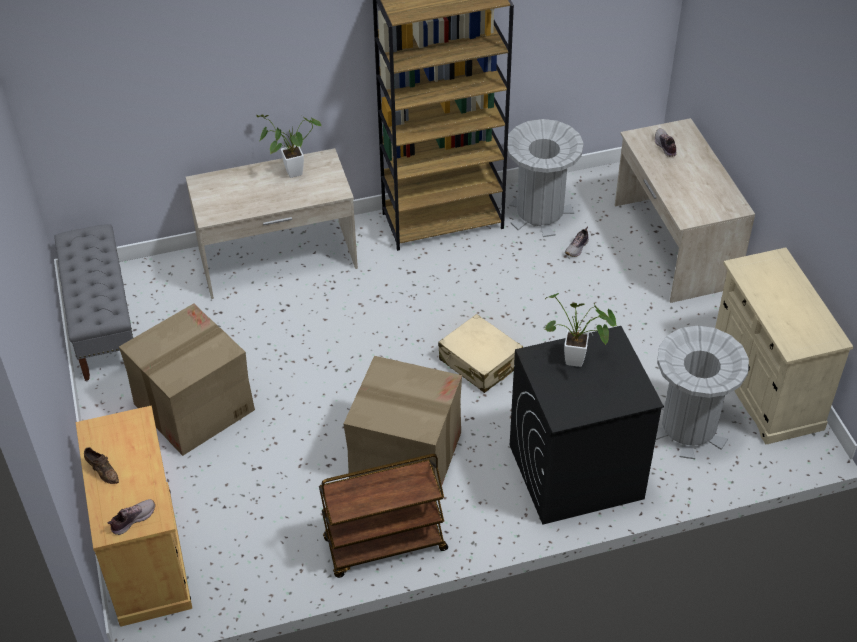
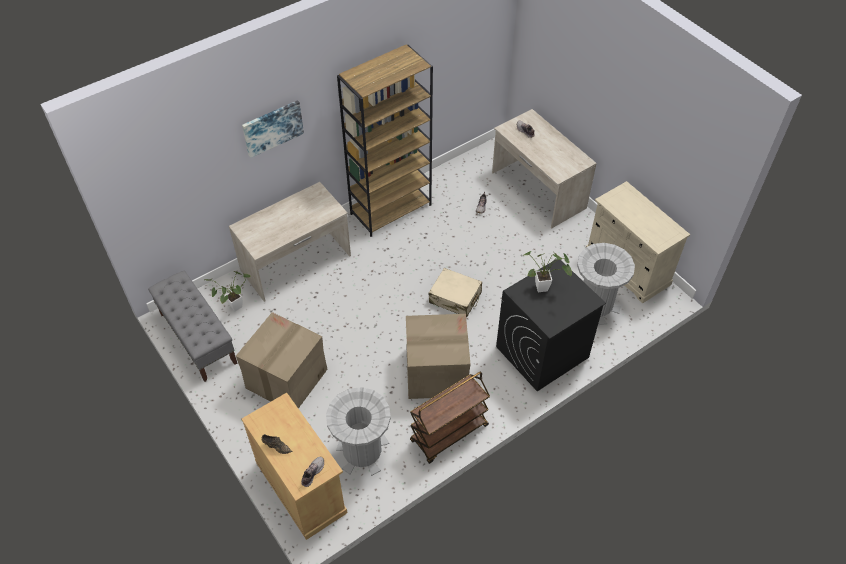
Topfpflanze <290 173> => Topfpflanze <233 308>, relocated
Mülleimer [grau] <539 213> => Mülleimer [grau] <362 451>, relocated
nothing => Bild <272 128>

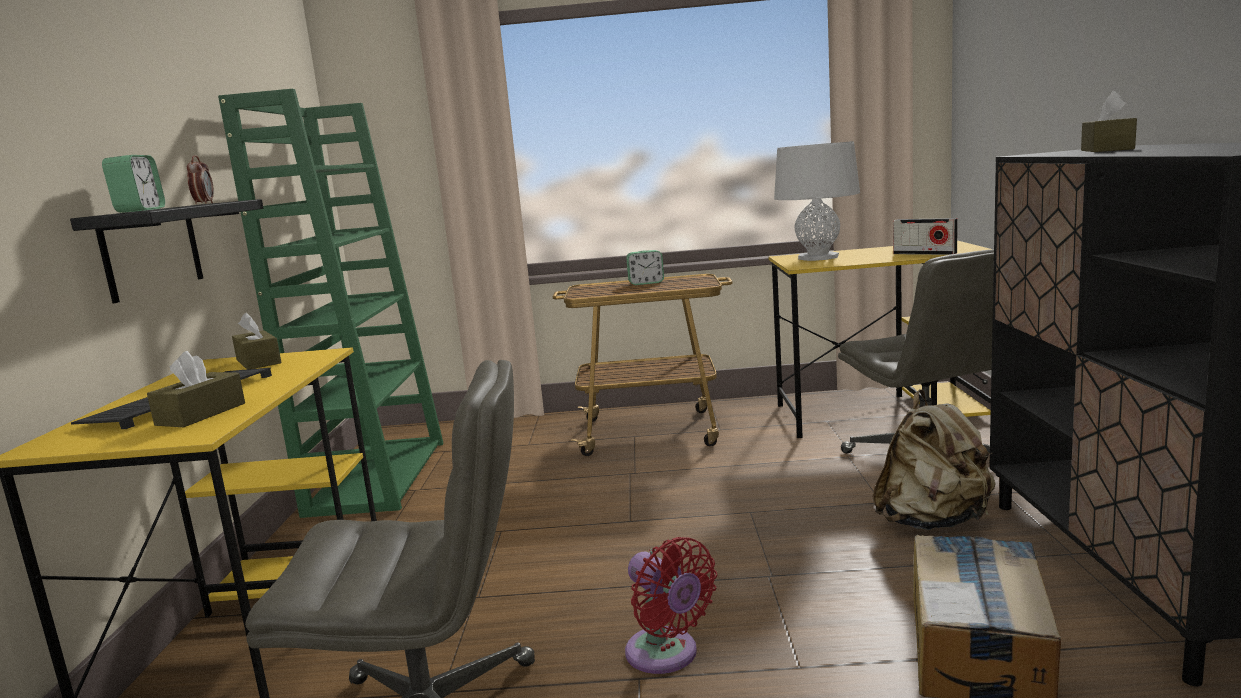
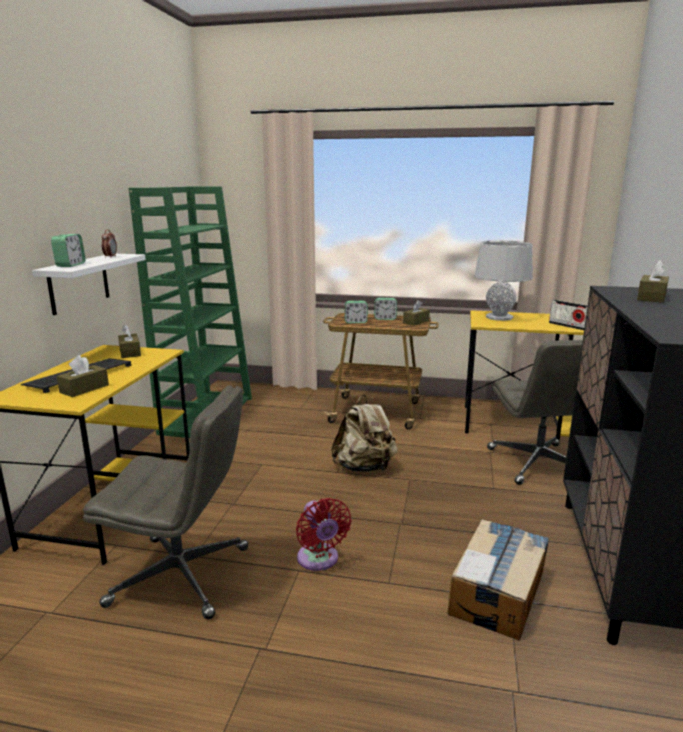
Wandregal [schwarz] <152 250> => Wandregal [weiß] <79 283>
Rucksack [beige] <932 522> => Rucksack [beige] <364 467>, relocated
nothing => Wecker <355 322>
nothing => Taschentuchbox [braun] <416 322>

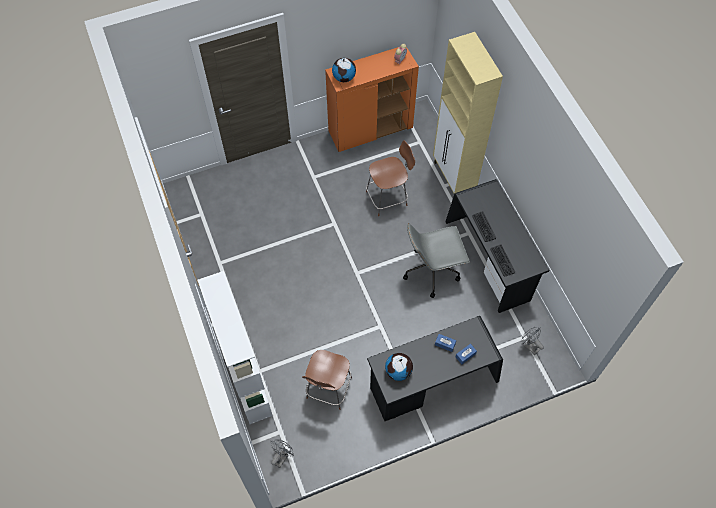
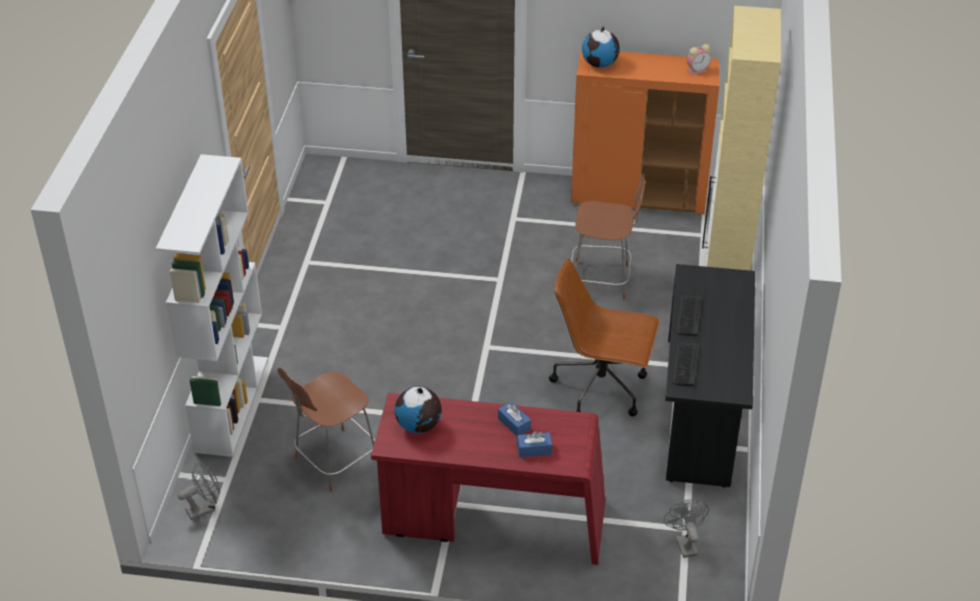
Schreibtisch [schwarz] <432 383> => Schreibtisch [rot] <492 522>
Bürostuhl [grau] <432 271> => Bürostuhl [braun] <601 389>

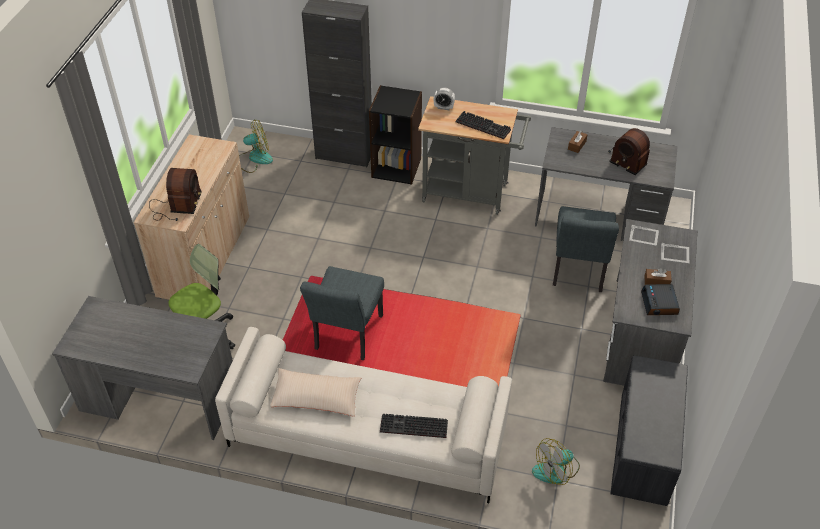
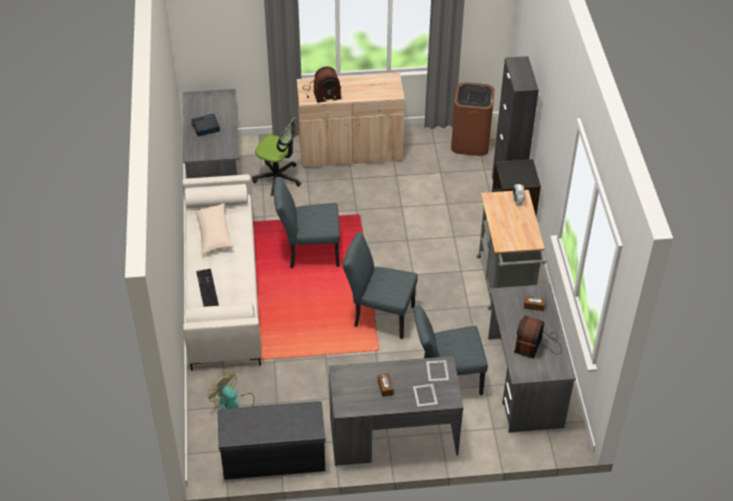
Ventilator <254 159> => Mülleimer [braun] <470 142>
Tastatur <484 126> => nothing
Wecker <659 303> => Wecker <205 128>, relocated
nothing => Stuhl [grau] <379 315>

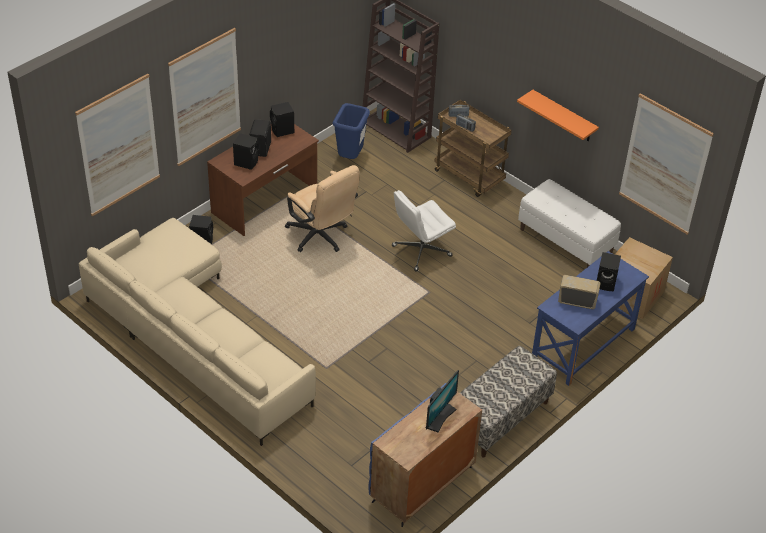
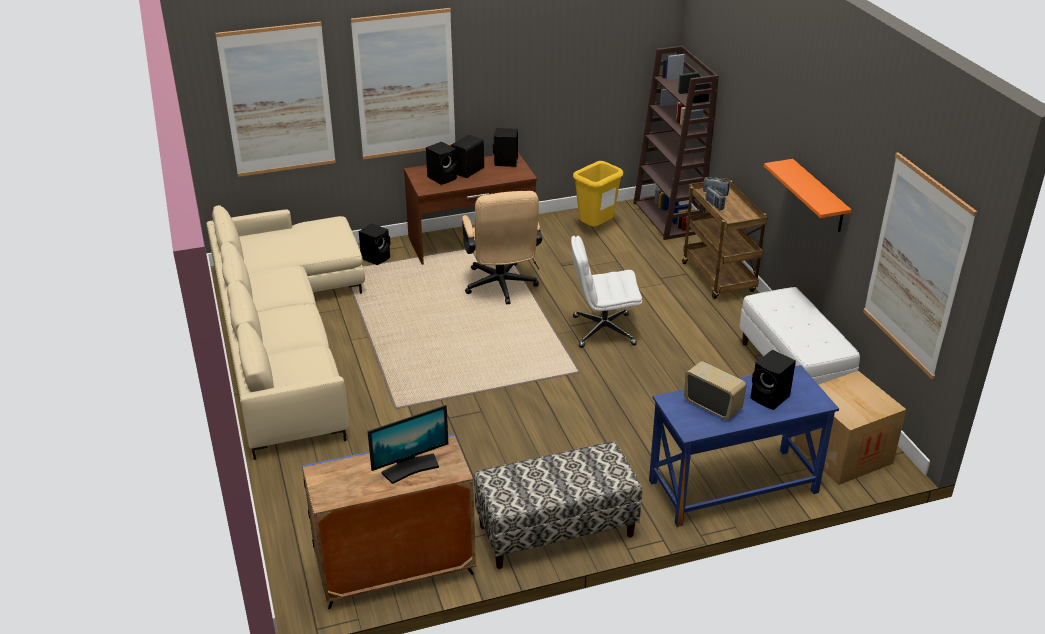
Mülleimer [blau] <350 158> => Mülleimer [gelb] <595 229>

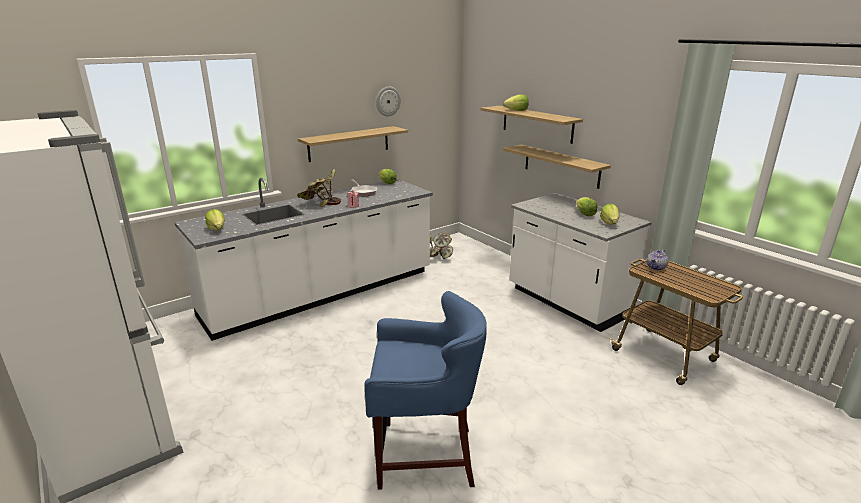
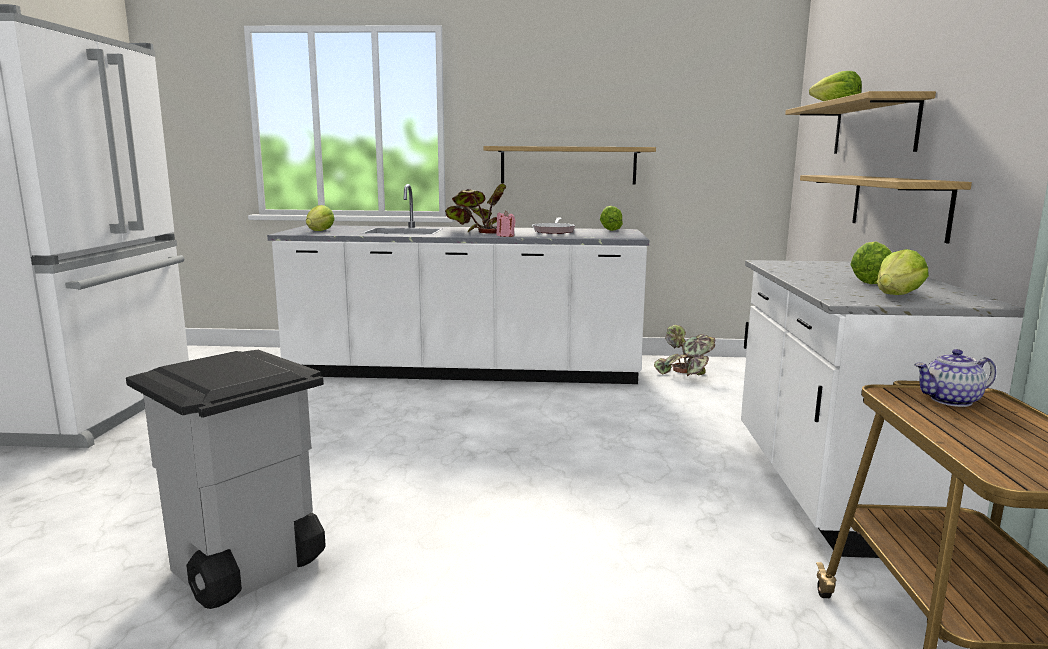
Hocker [blau] <424 455> => Mülleimer [grau] <245 569>
Wanduhr <387 101> => nothing

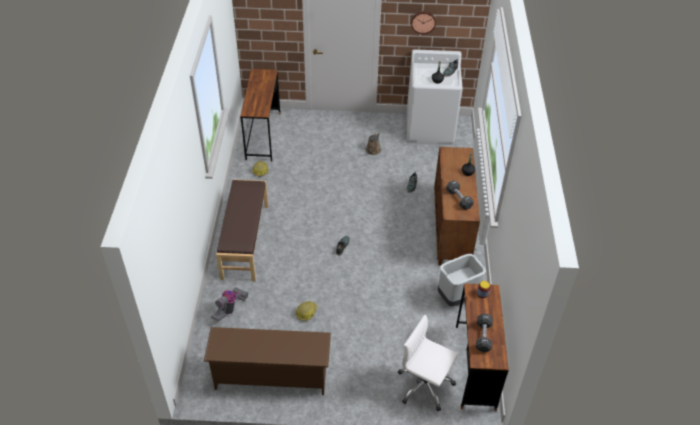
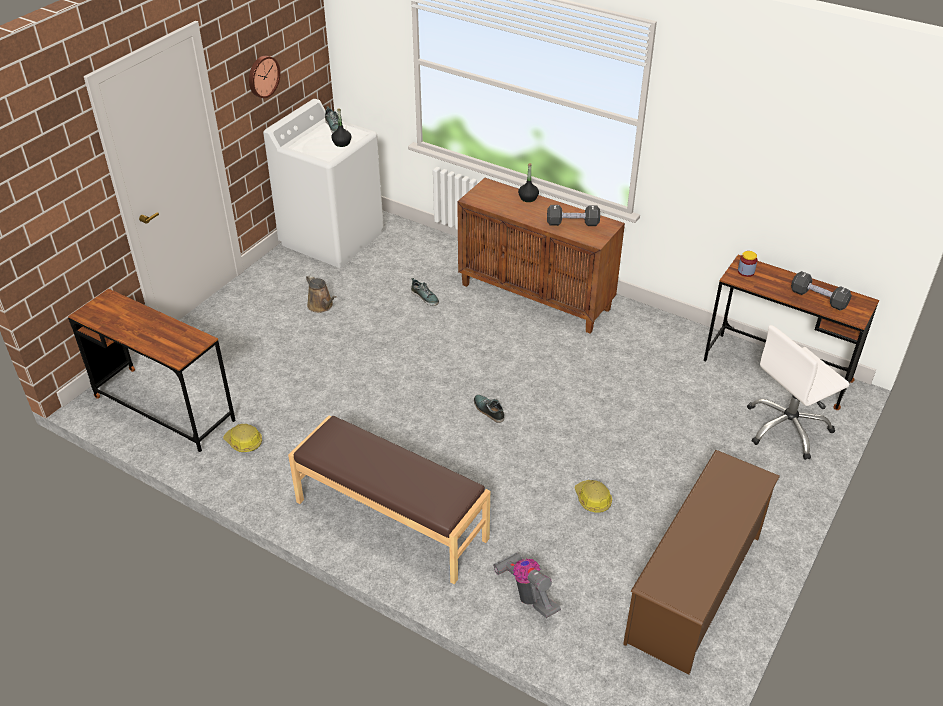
Mülleimer [grau] <457 297> => nothing

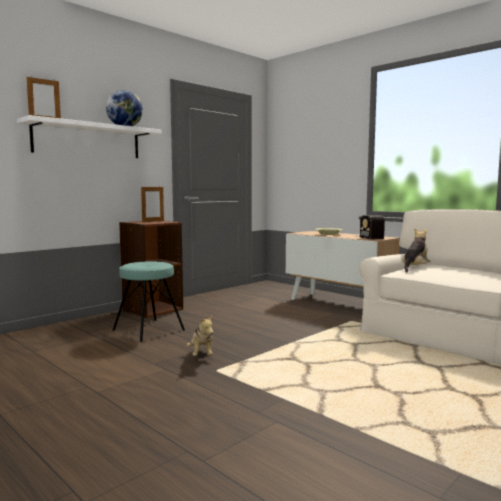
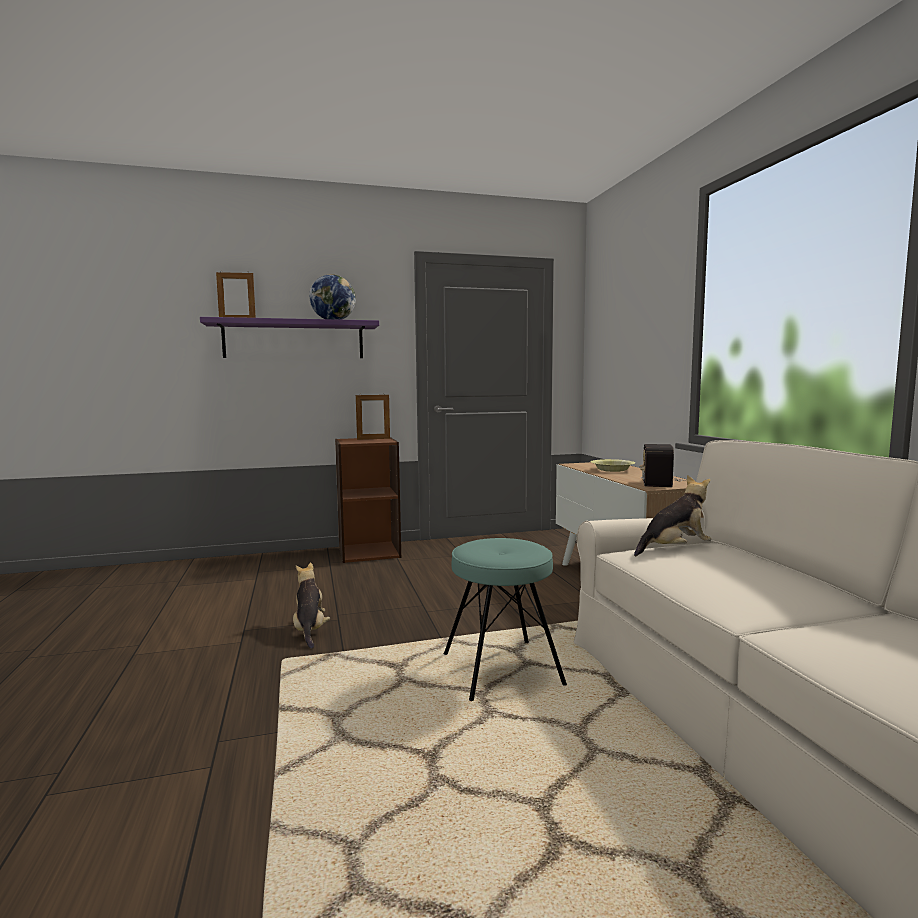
Wandregal [weiß] <88 140> => Wandregal [lila] <294 340>
Hocker [türkis] <148 330> => Hocker [türkis] <502 669>, relocated
Plüschtier <201 354> => Plüschtier <310 630>, 150 degrees clockwise

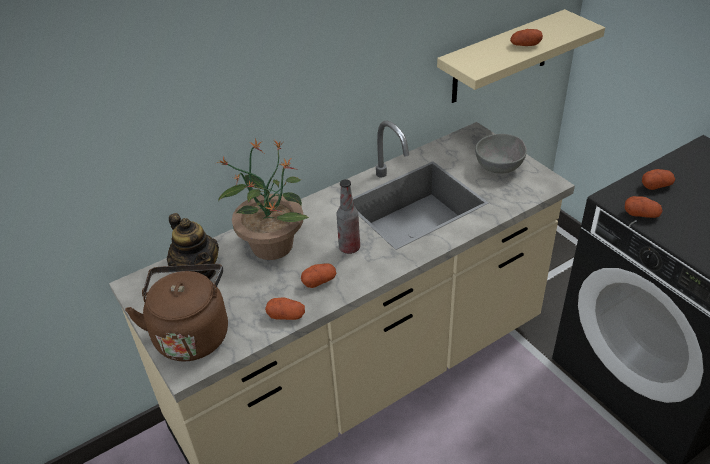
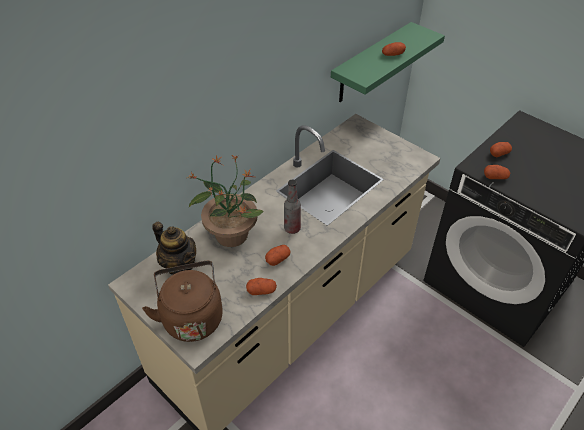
Wandregal [beige] <501 58> => Wandregal [grün] <371 63>
Schüssel [grau] <500 167> => nothing

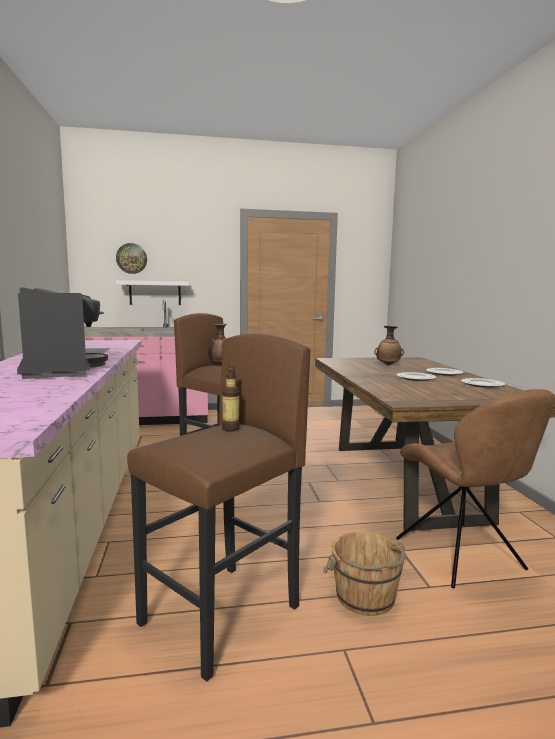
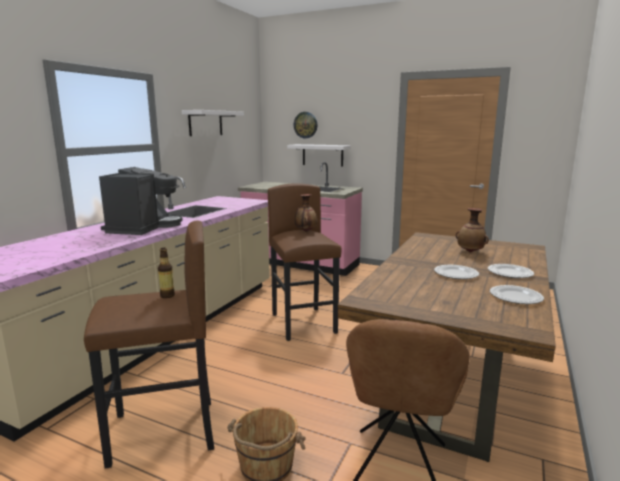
nothing => Wandregal [weiß] <205 123>

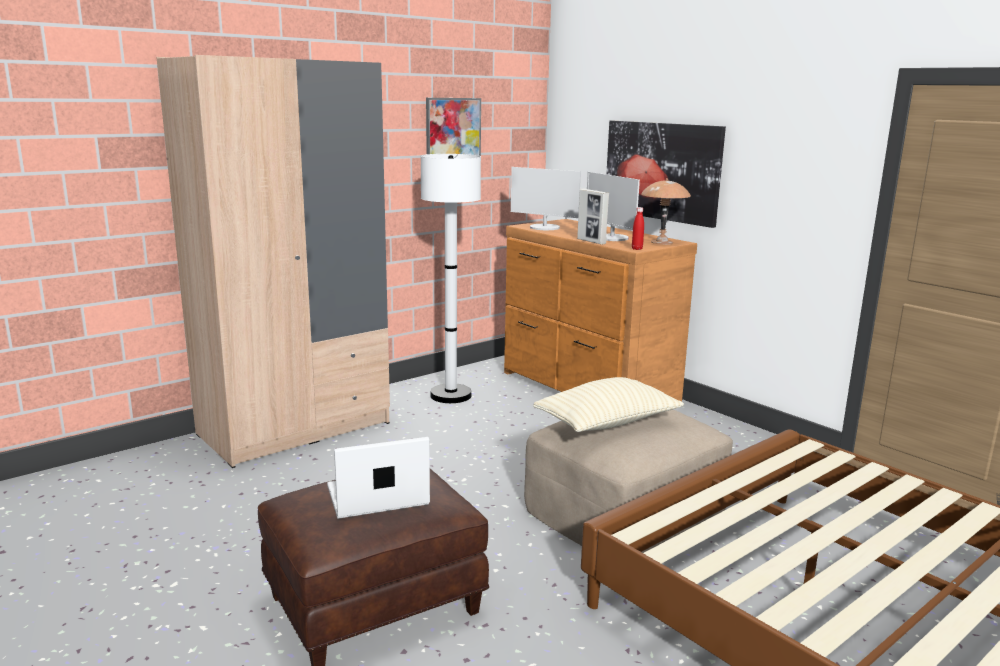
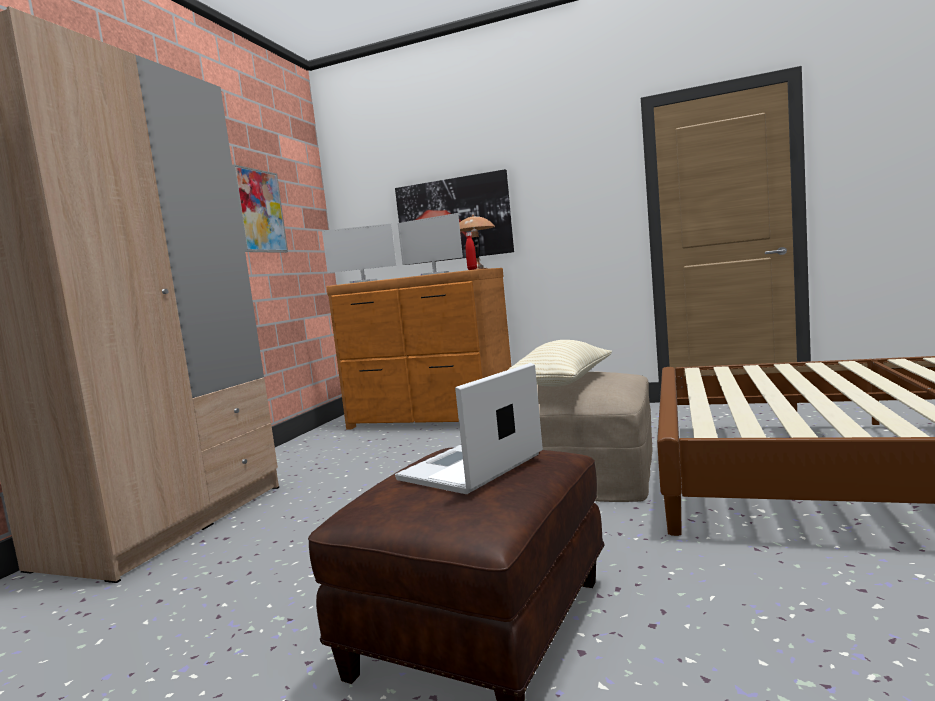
Stehlampe [weiß] <451 395> => nothing
Bilderrahmen <591 241> => nothing

